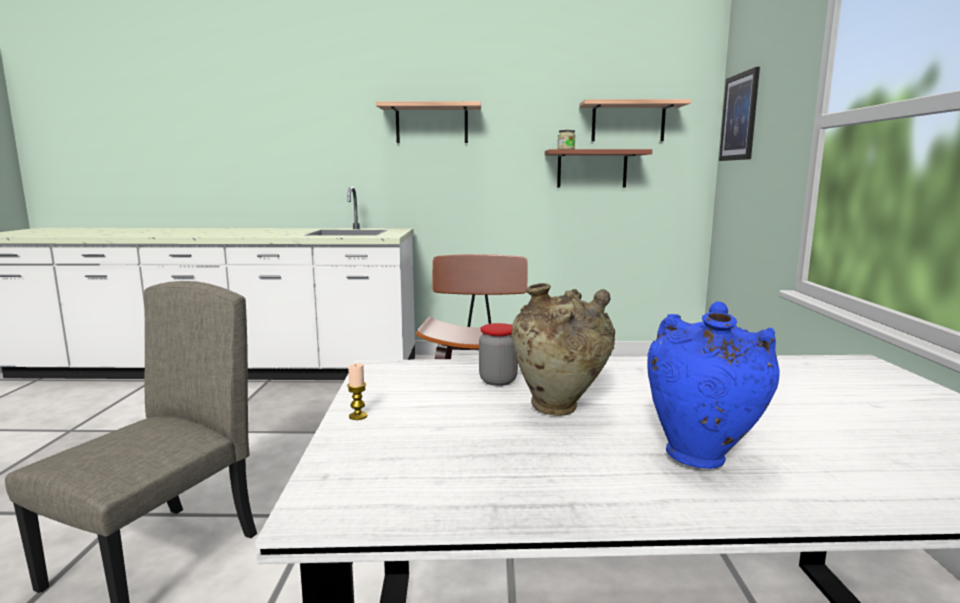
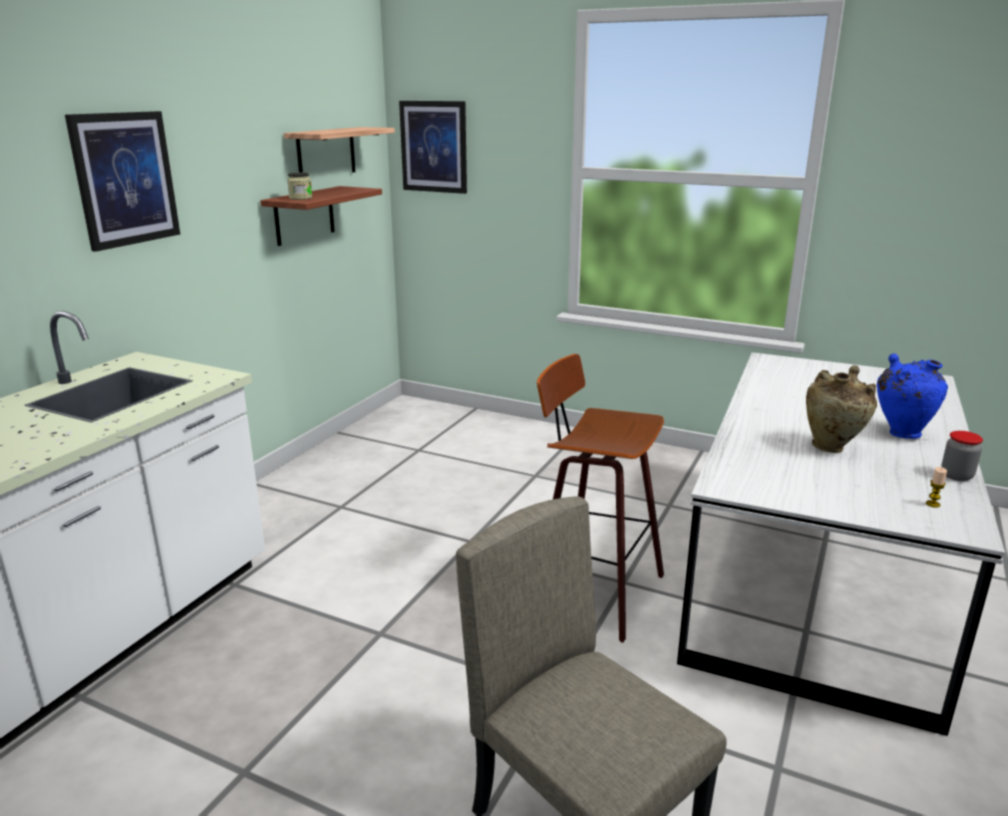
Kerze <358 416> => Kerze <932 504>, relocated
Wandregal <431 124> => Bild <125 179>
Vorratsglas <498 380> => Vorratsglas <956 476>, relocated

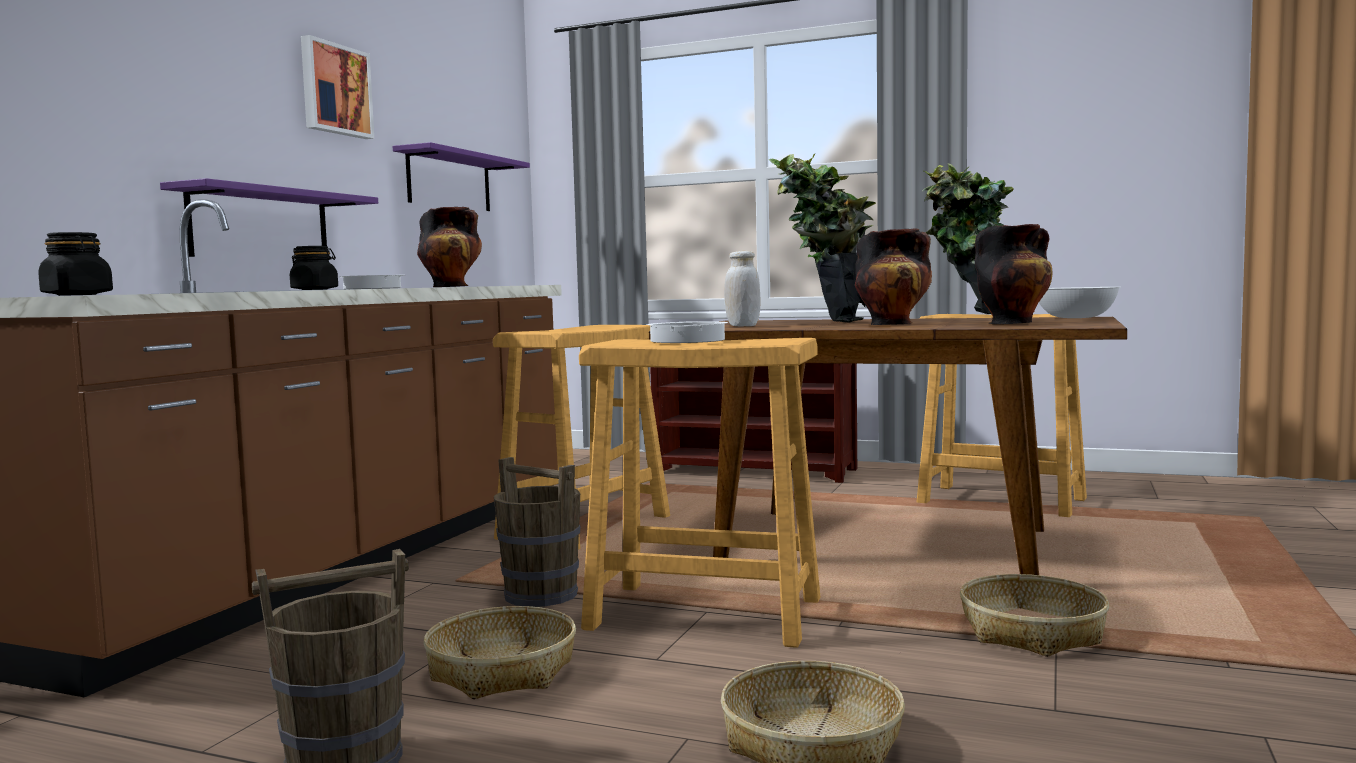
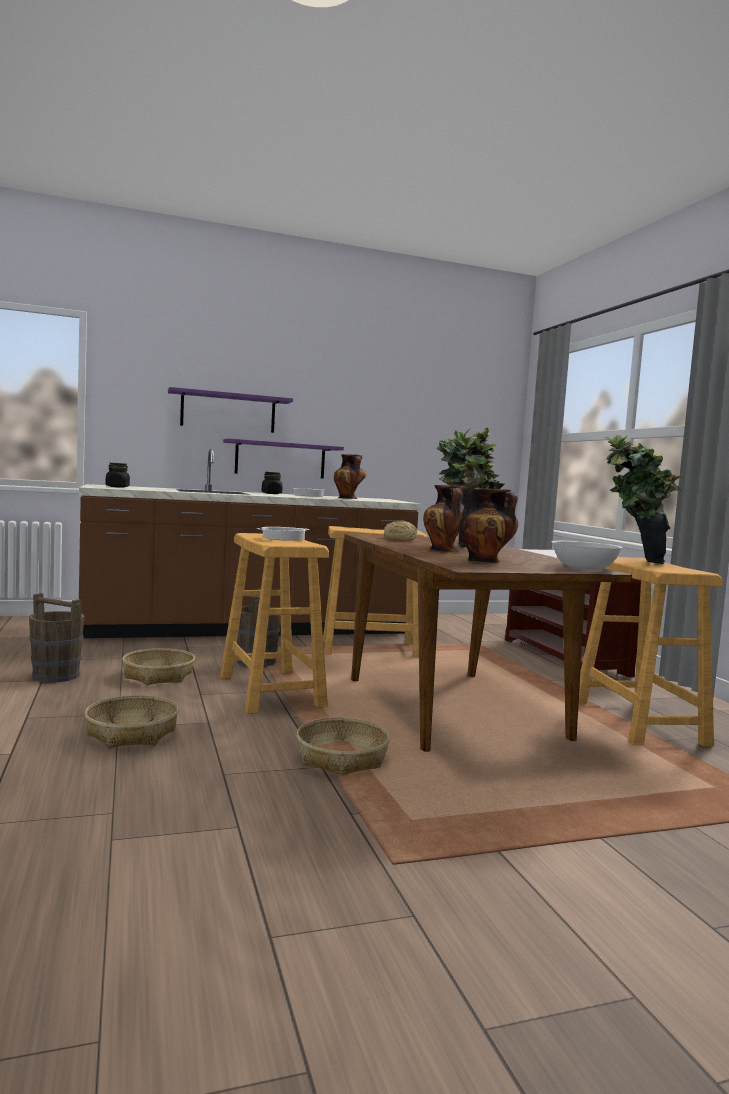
Bild <334 90> => nothing
Wandregal [lila] <449 181> => Wandregal [lila] <228 412>, relocated
Vorratsglas [weiß] <742 326> => Brot <401 539>

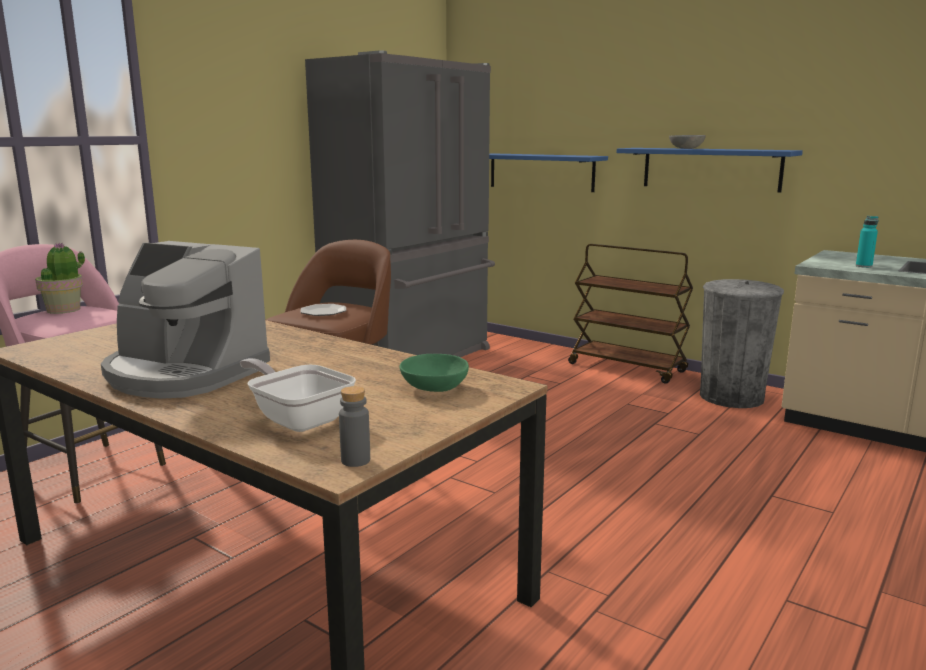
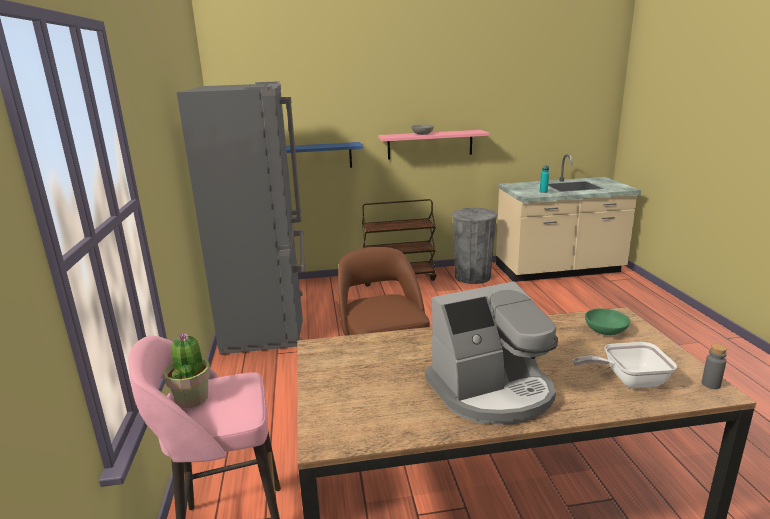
Teller <323 312> => nothing
Wandregal [blau] <710 169> => Wandregal [rosa] <430 144>

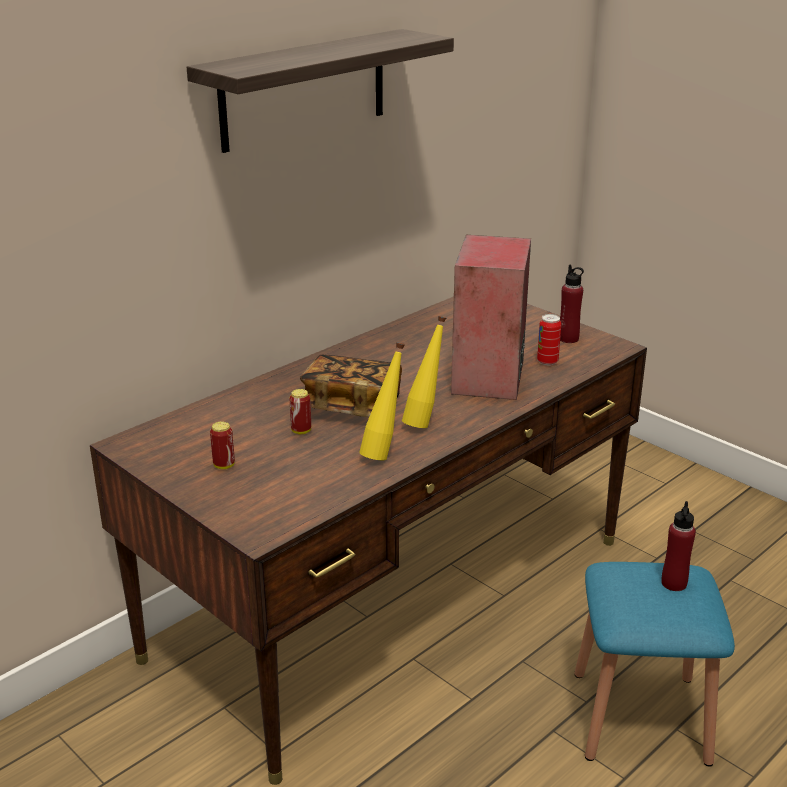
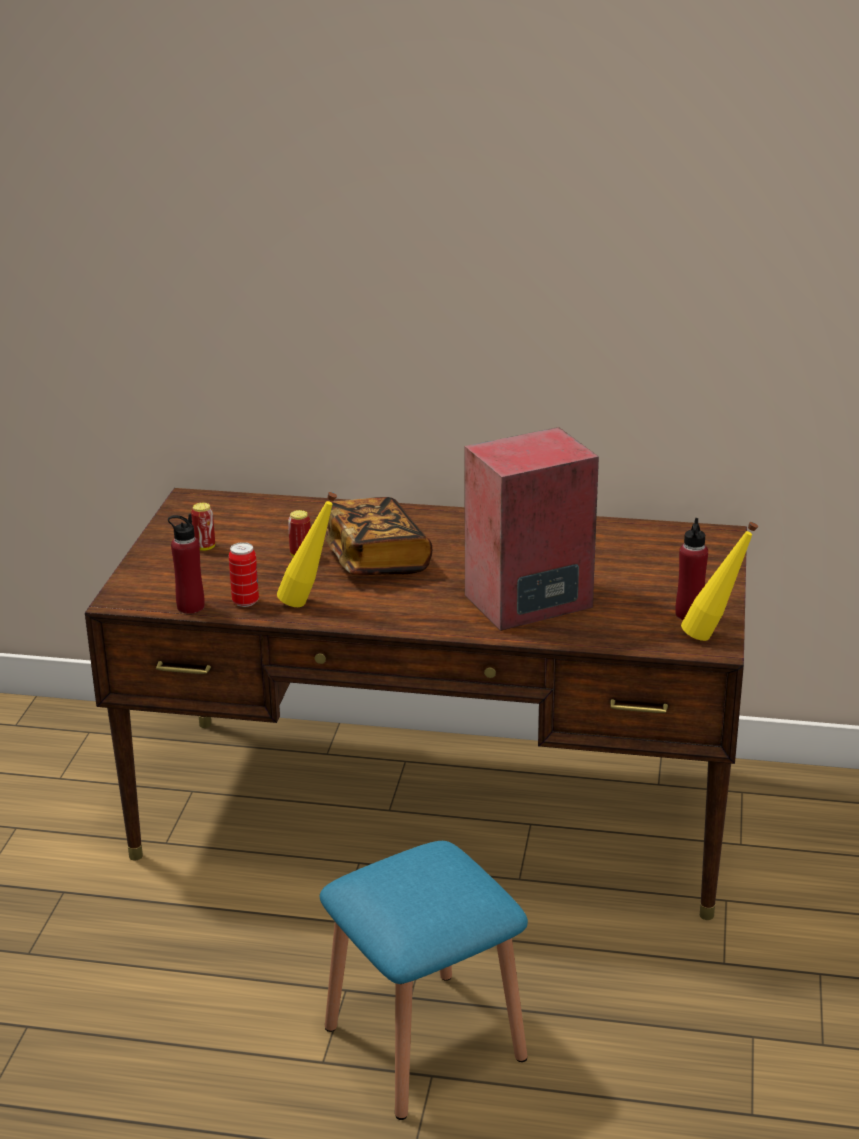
Wandregal <304 89> => nothing
Flasche [gelb] <424 422> => Flasche [gelb] <714 636>, relocated
Dose <547 361> => Dose <245 602>, relocated
Flasche [rot] <674 583> => Flasche [rot] <190 606>, relocated

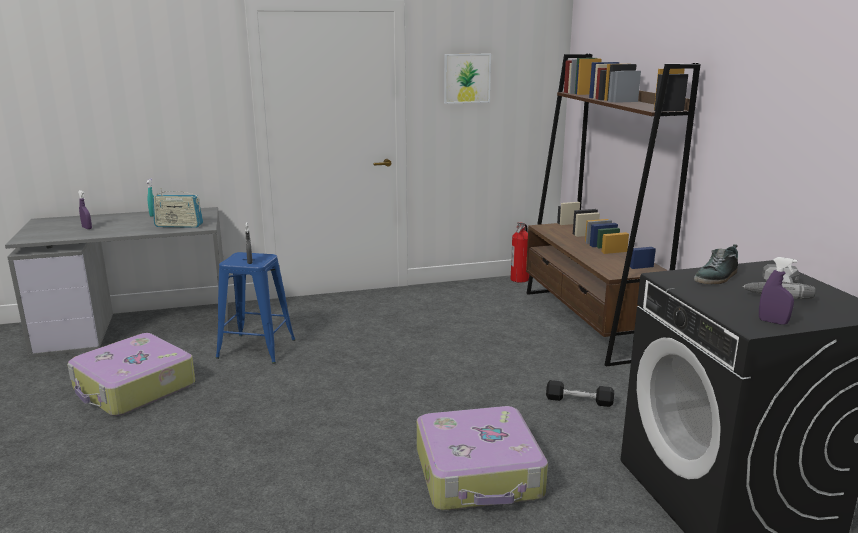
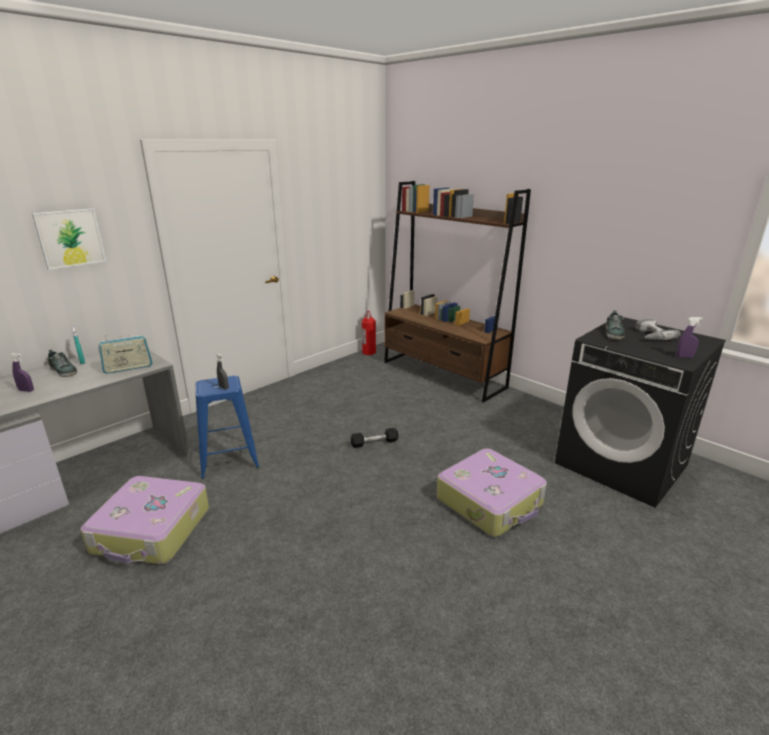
Bild <467 78> => Bild <70 238>, relocated
Hantel [schwarz] <579 400> => Hantel [schwarz] <374 443>, relocated
nothing => Schuh <64 371>

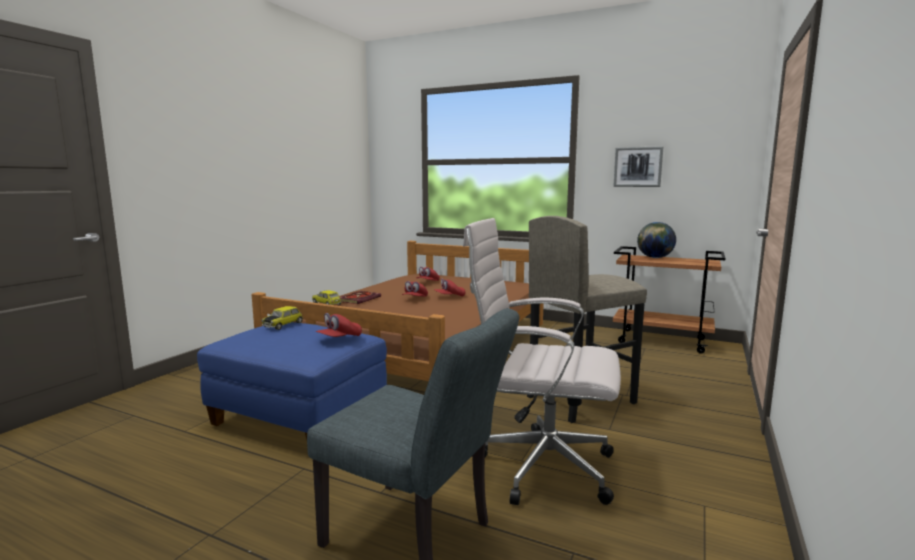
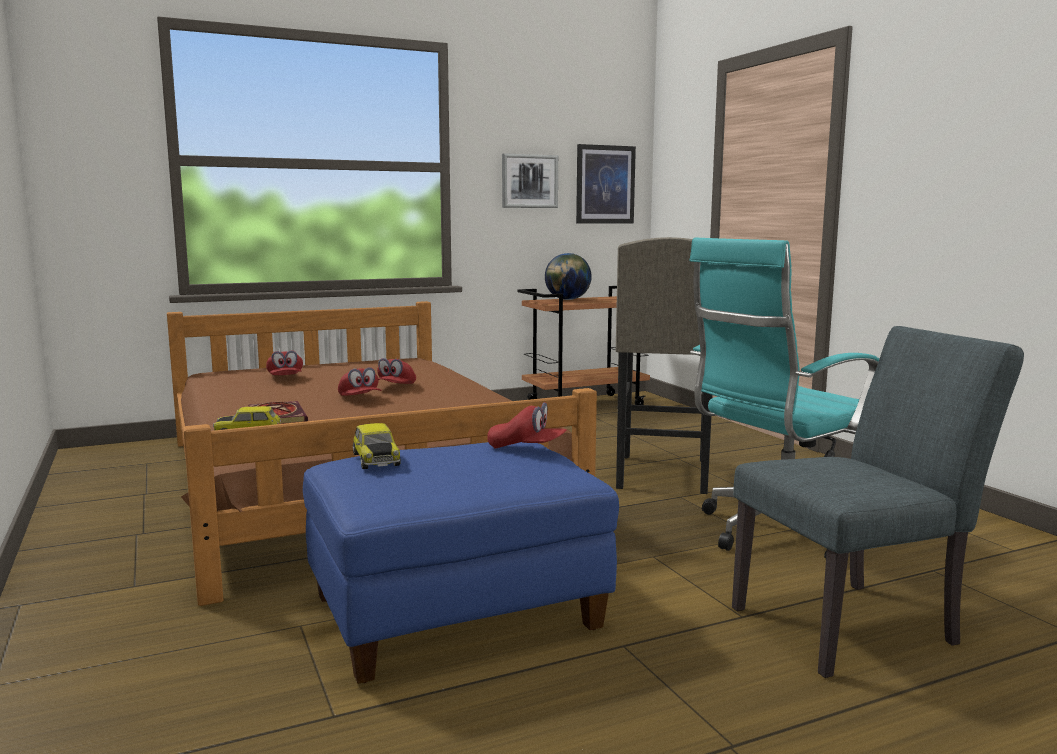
Kappe [rot] <339 339> => Kappe [rot] <526 448>, 60 degrees counterclockwise
Bürostuhl [weiß] <539 466> => Bürostuhl [türkis] <776 533>
nothing => Bild <605 184>

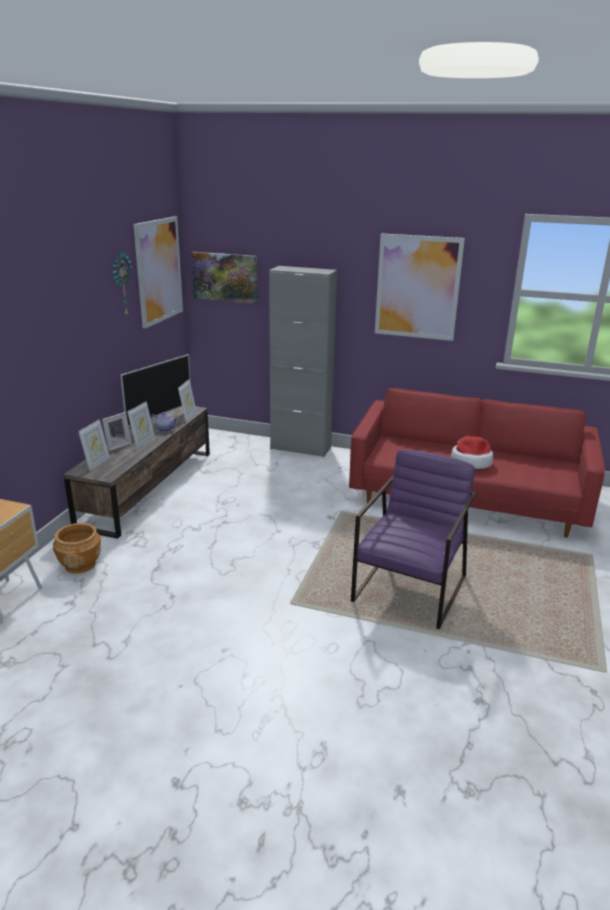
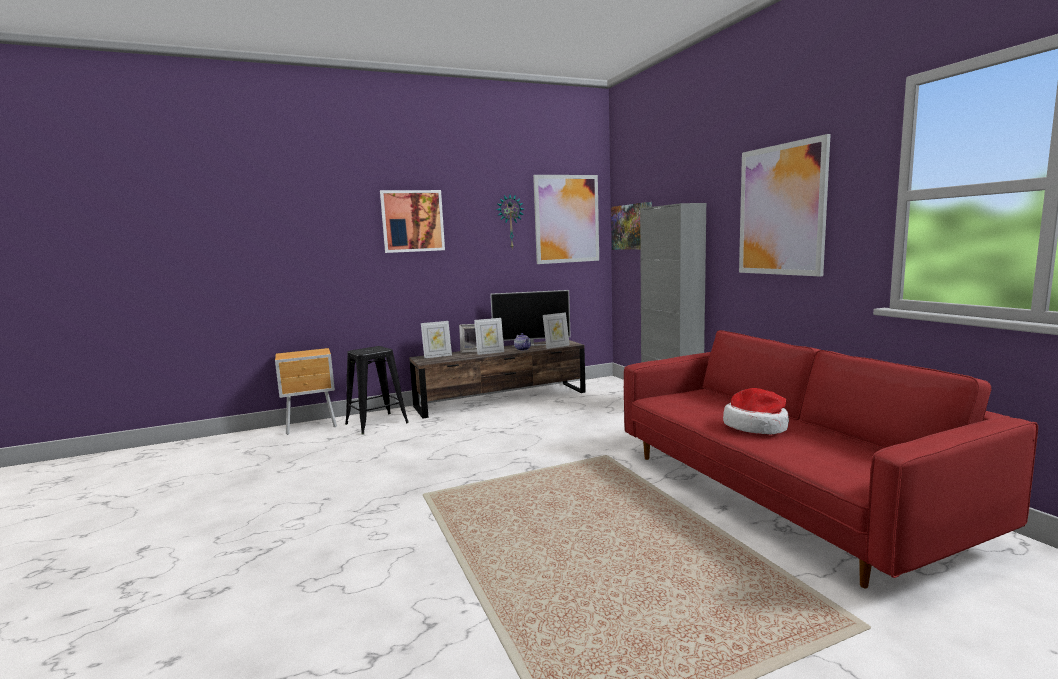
Pflanzkübel [braun] <80 564> => Hocker [schwarz] <376 423>
Sessel [lila] <410 589> => nothing
nothing => Bild <412 221>

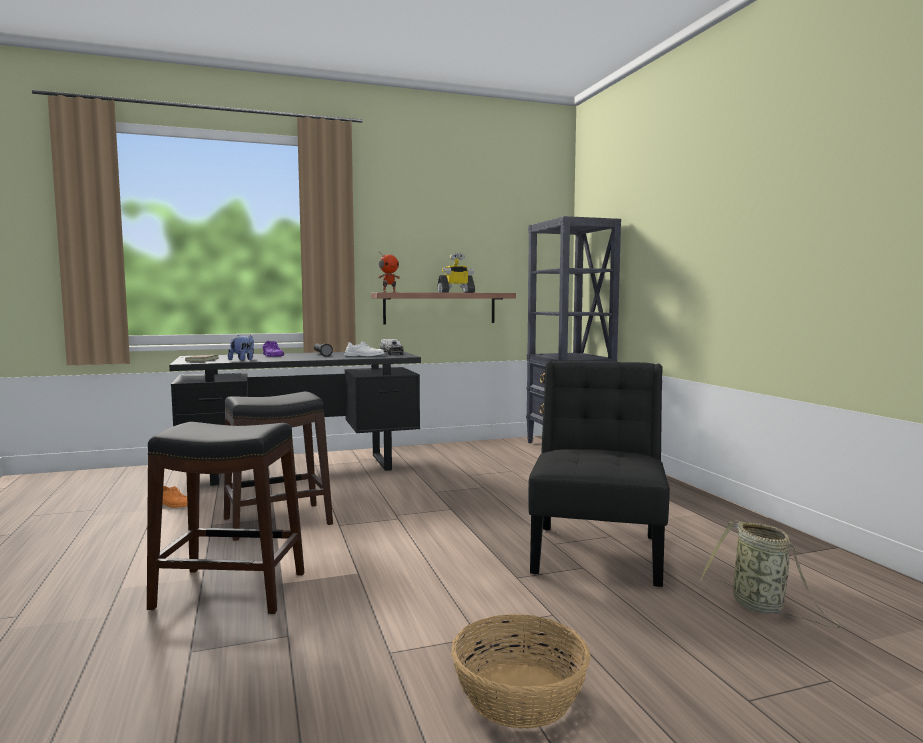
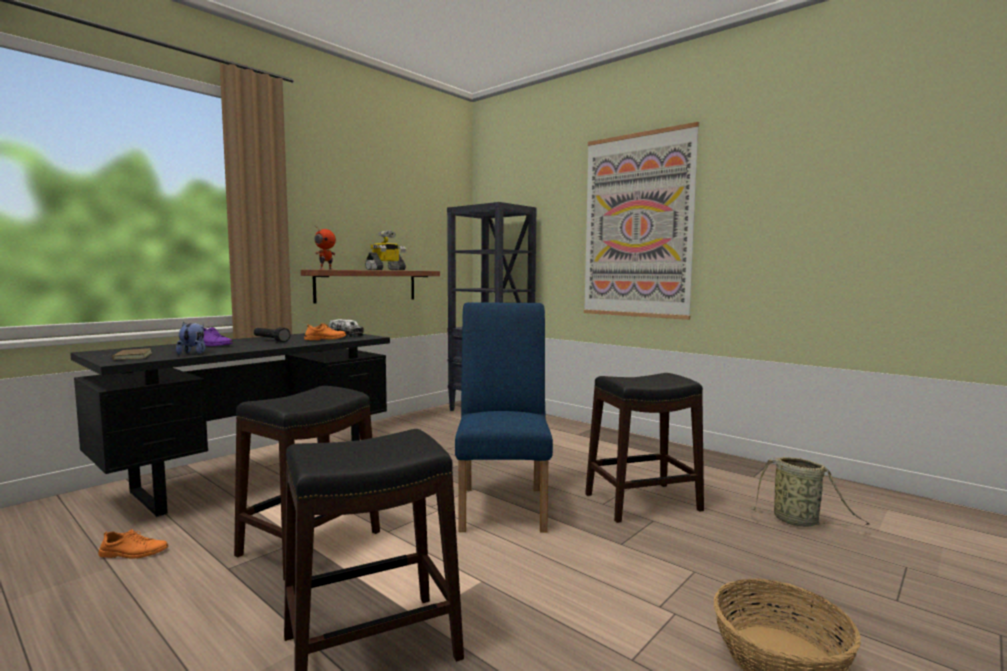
Schuh [weiß] <364 355> => Schuh [orange] <325 339>
Stuhl [schwarz] <597 550> => Hocker [schwarz] <641 502>
nothing => Stuhl [blau] <503 504>
nothing => Bild <637 226>

